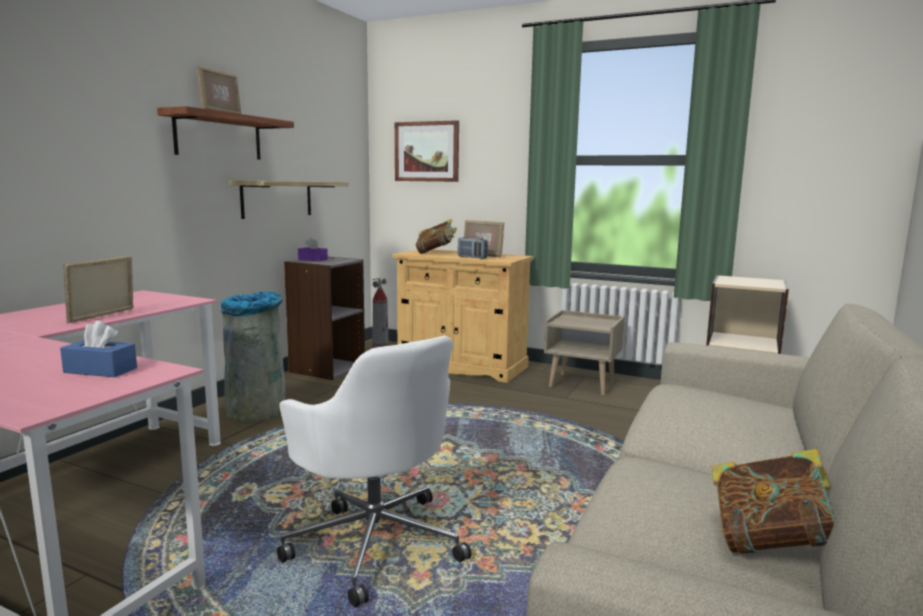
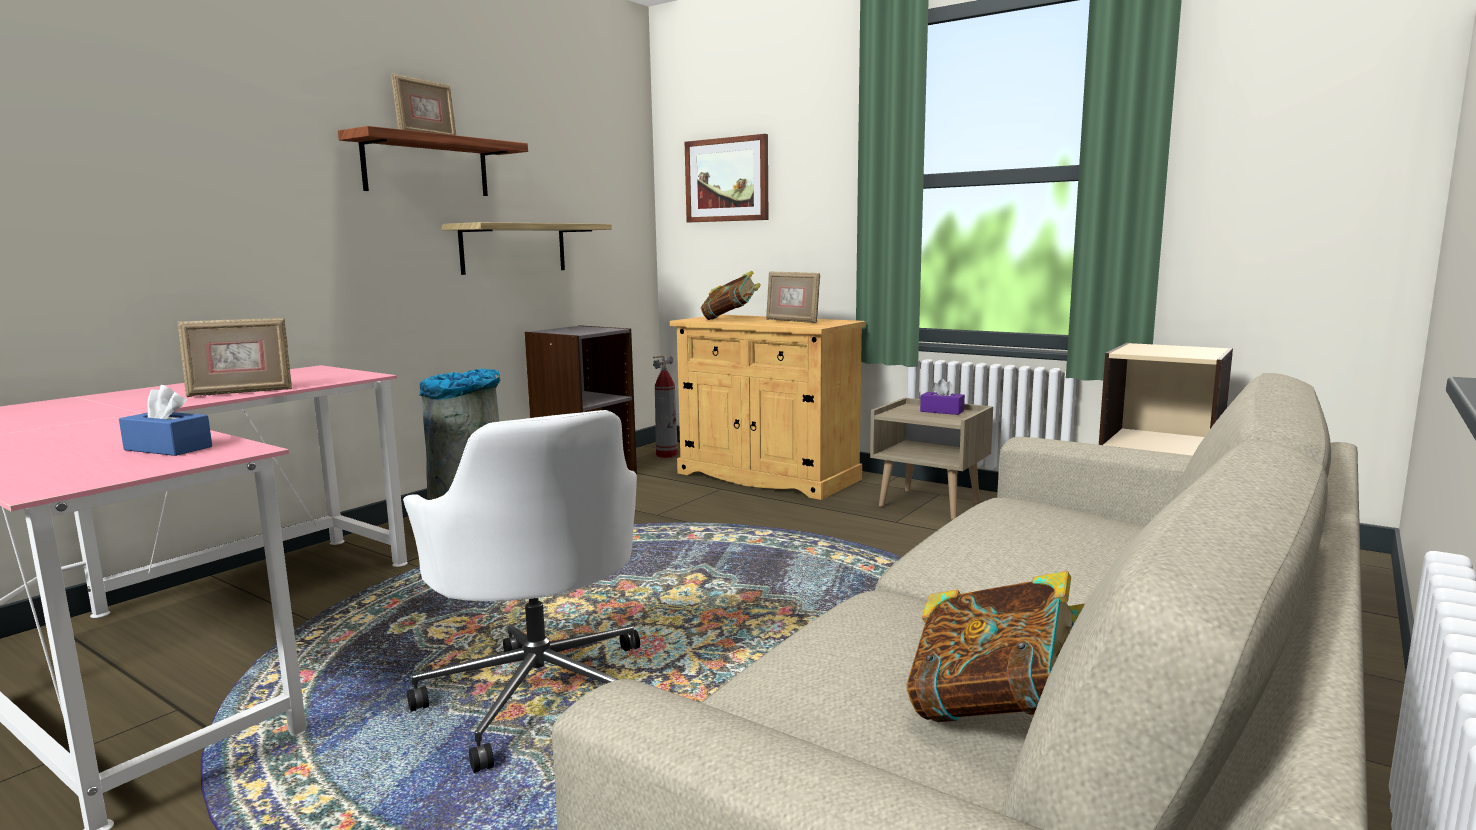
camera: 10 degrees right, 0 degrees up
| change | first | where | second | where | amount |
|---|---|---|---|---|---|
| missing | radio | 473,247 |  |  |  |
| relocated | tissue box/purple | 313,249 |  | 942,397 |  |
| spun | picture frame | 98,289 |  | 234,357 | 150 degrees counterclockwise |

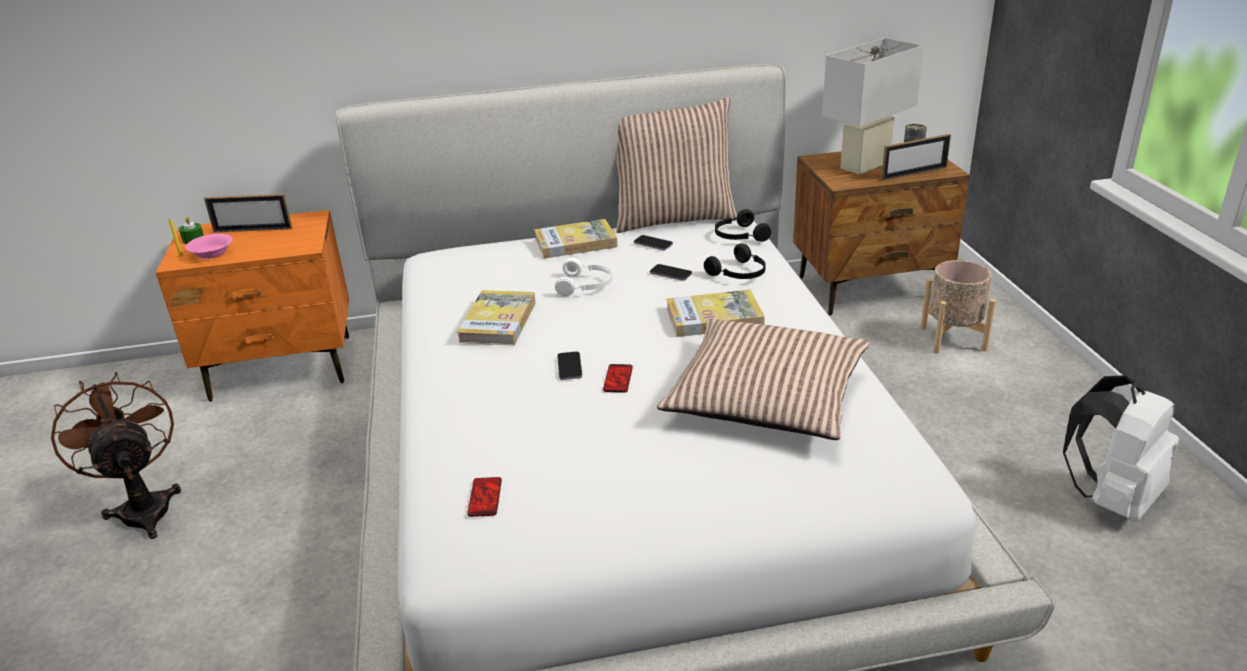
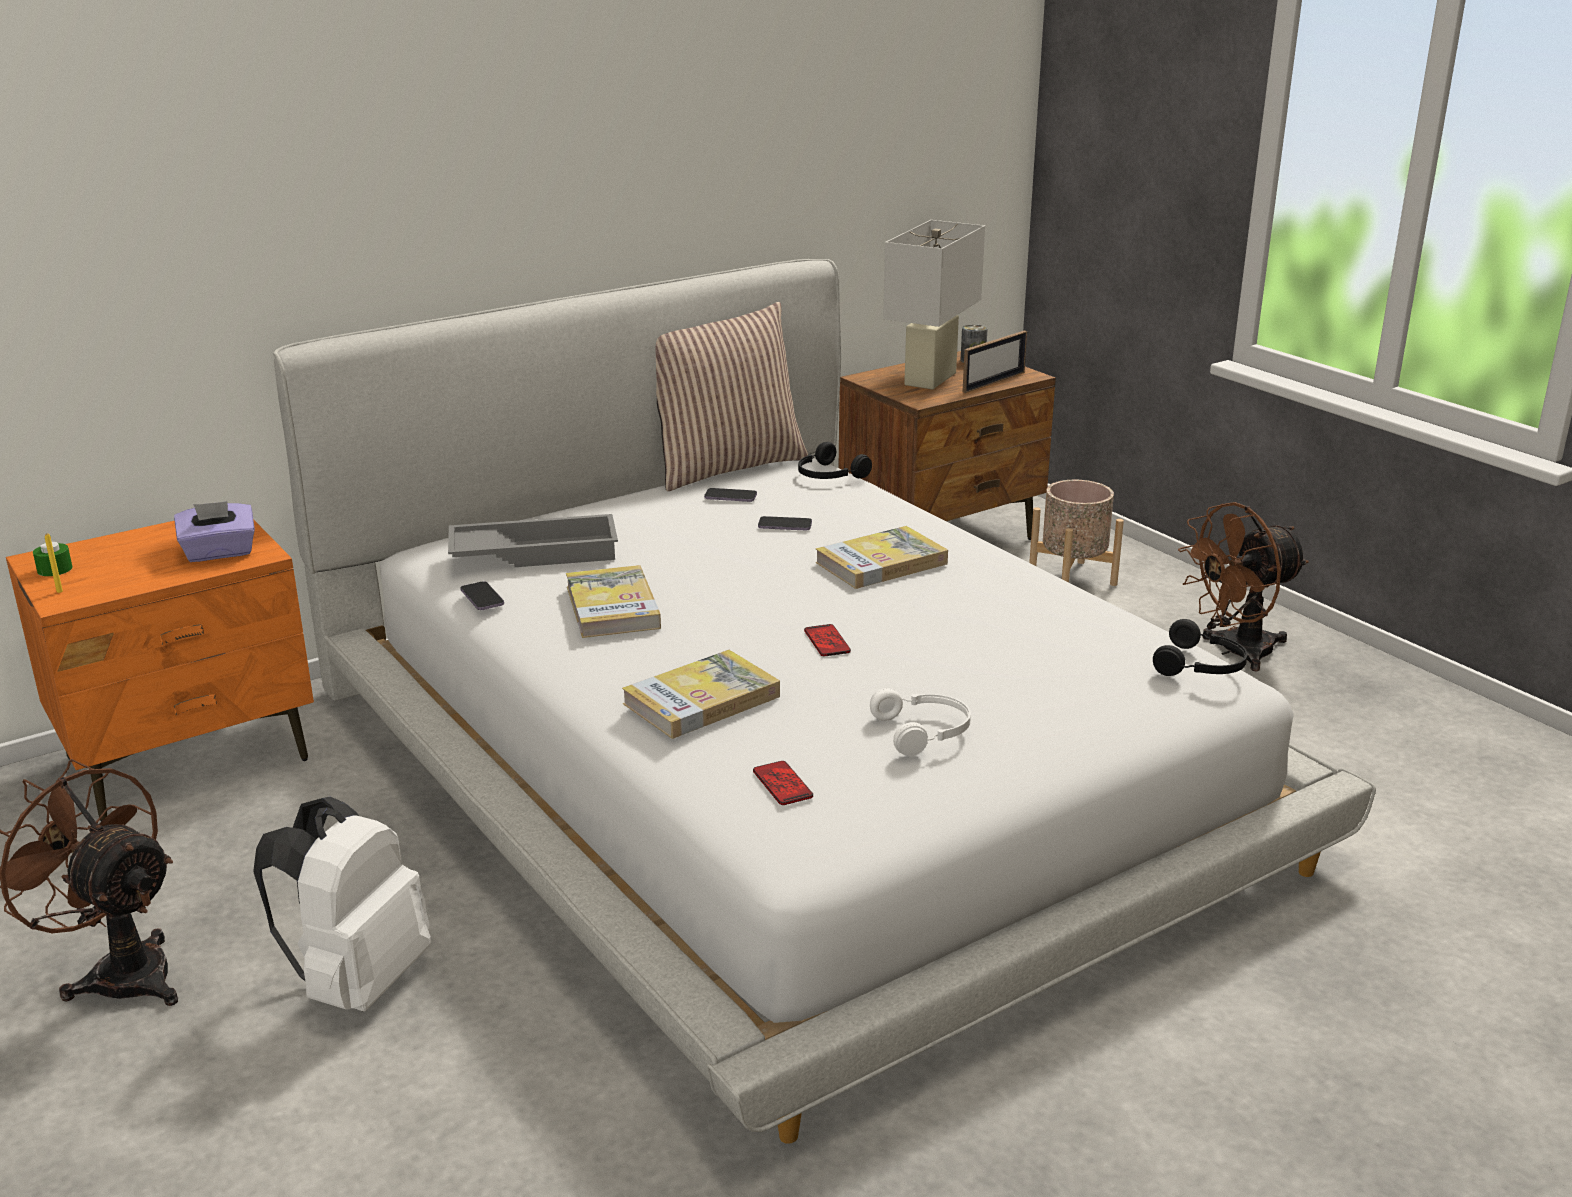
camera: 25 degrees left, 5 degrees down
| change | first | where | second | where | amount |
|---|---|---|---|---|---|
| missing | picture frame | 248,213 |  |  |  |
| relocated | book | 576,239 |  | 701,694 |  |
| missing | bowl/pink | 209,246 |  |  |  |
| relocated | headphones/black | 735,261 |  | 1200,647 |  |
| relocated | headphones/white | 584,277 |  | 920,722 |  |
| missing | pillow | 763,379 |  |  |  |
| relocated | phone | 569,366 |  | 482,595 |  |
| relocated | backpack/white | 1121,448 |  | 342,904 |  |
| appeared |  |  | tissue box/purple | 214,531 |  |
| appeared |  |  | fan/brown | 1243,586 |  |
| appeared |  |  | tray/grey | 533,540 |  |

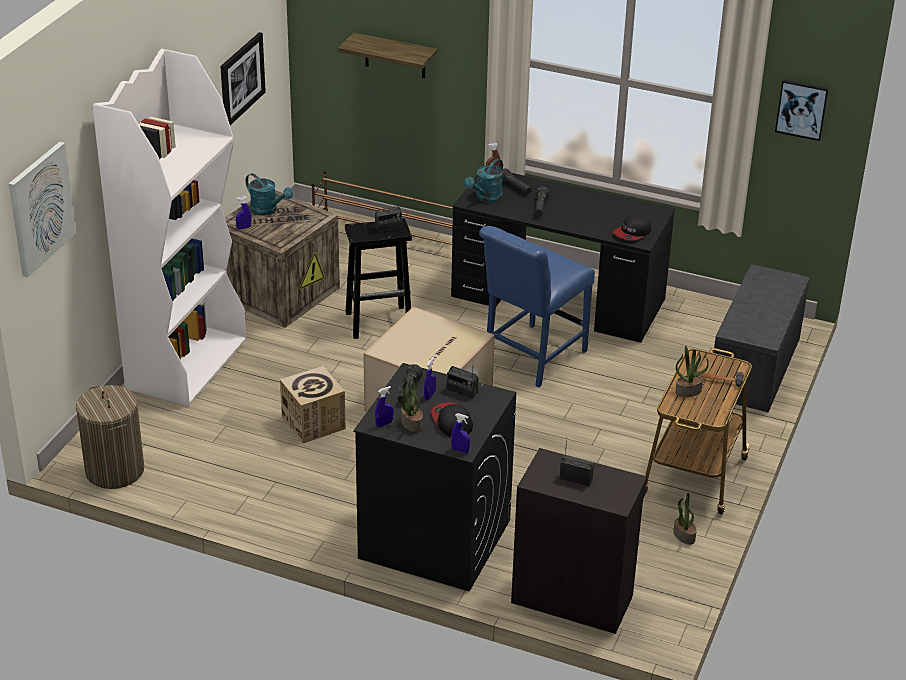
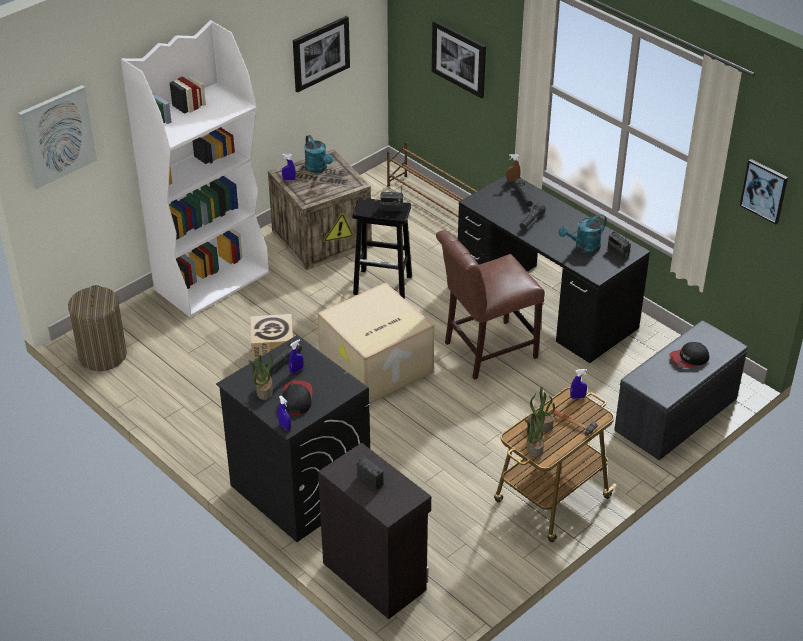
camera: 25 degrees right, 5 degrees up
| change | first | where | second | where | amount |
|---|---|---|---|---|---|
| exchanged | shelf | 387,55 | picture | 459,59 |  |
| relocated | watering can/turquoise | 483,181 |  | 583,233 |  |
| relocated | cap | 632,228 |  | 689,355 |  |
| colour | chair/blue | 537,307 | chair/brown | 490,305 |  |
| relocated | radio | 463,382 |  | 619,245 |  |
| relocated | spray bottle/blue | 384,406 |  | 578,384 |  |
| relocated | potted plant | 685,519 |  | 534,434 |  |

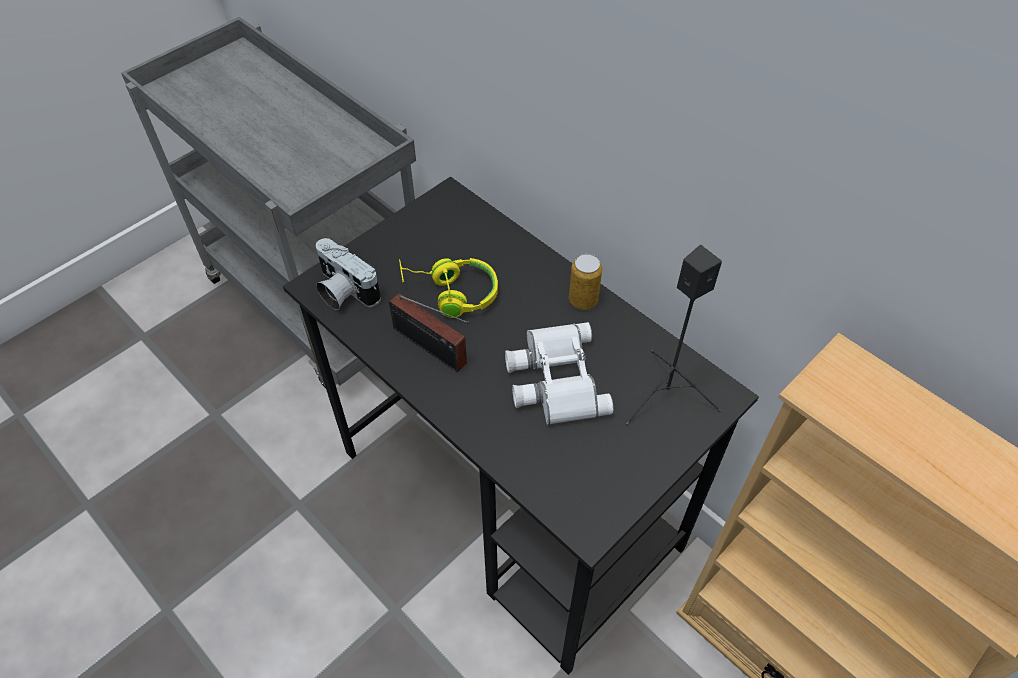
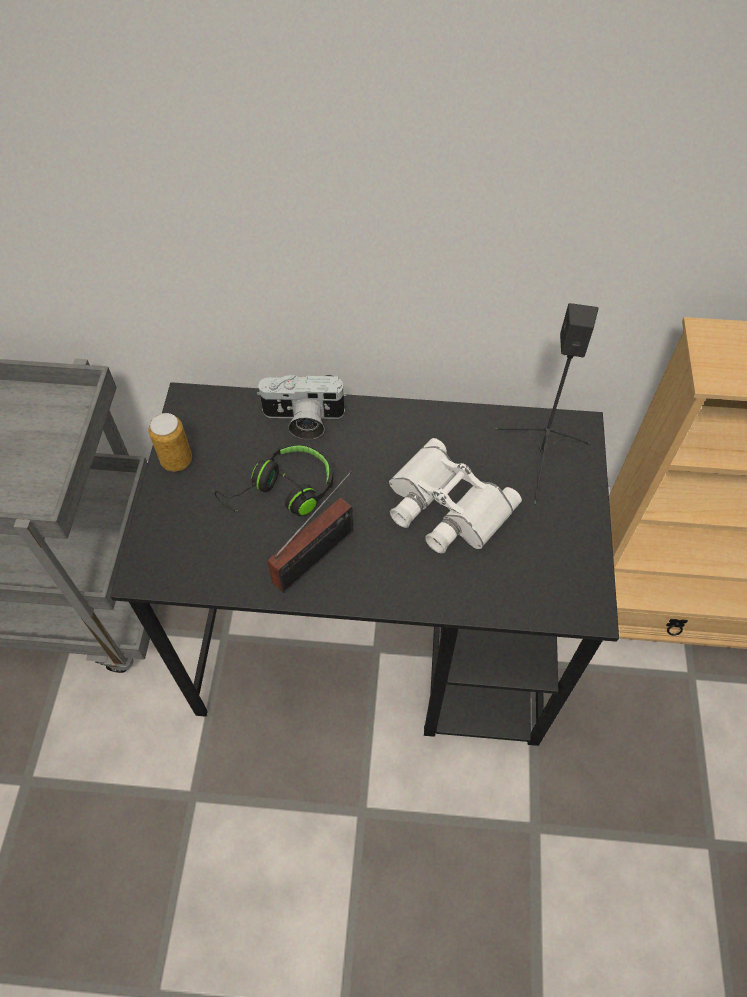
camera: 40 degrees left, 5 degrees up
| change | first | where | second | where | amount |
|---|---|---|---|---|---|
| relocated | photo camera | 348,274 |  | 302,407 |  |
| relocated | can | 585,282 |  | 170,442 |  |
| colour | headphones/yellow | 448,288 | headphones/black | 274,479 |  |
| spun | radio | 429,332 |  | 310,532 | 45 degrees counterclockwise |

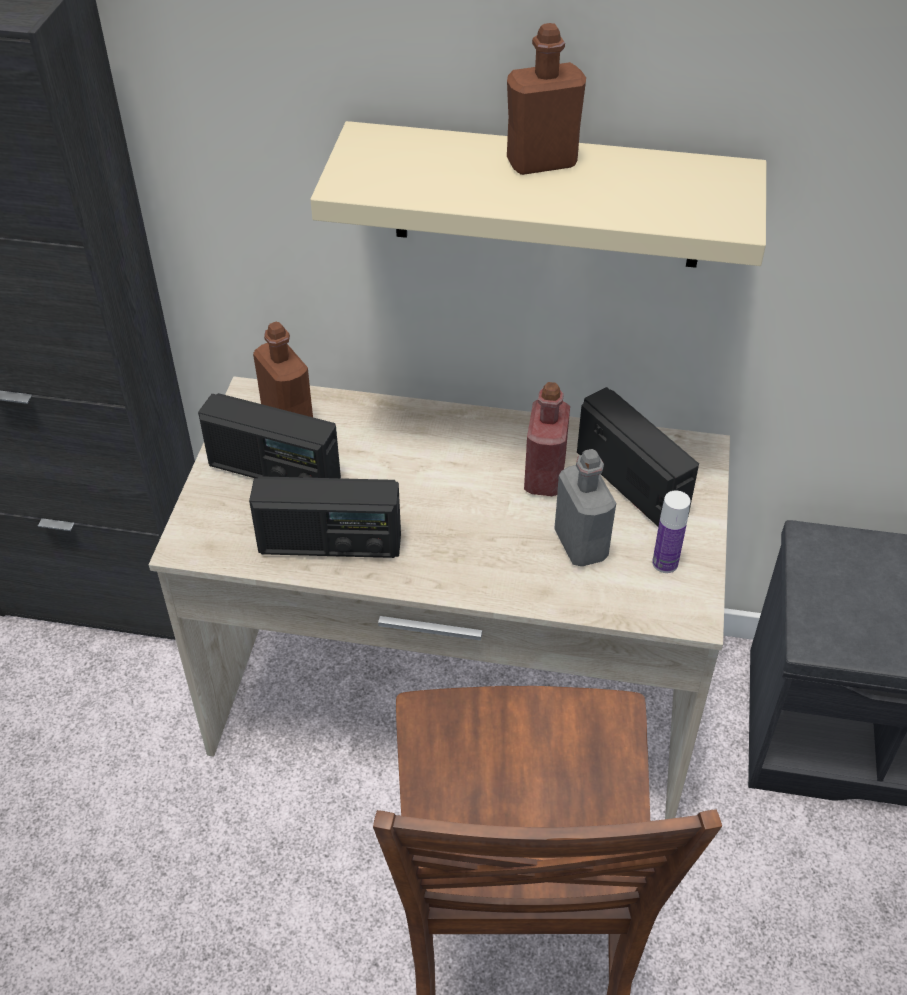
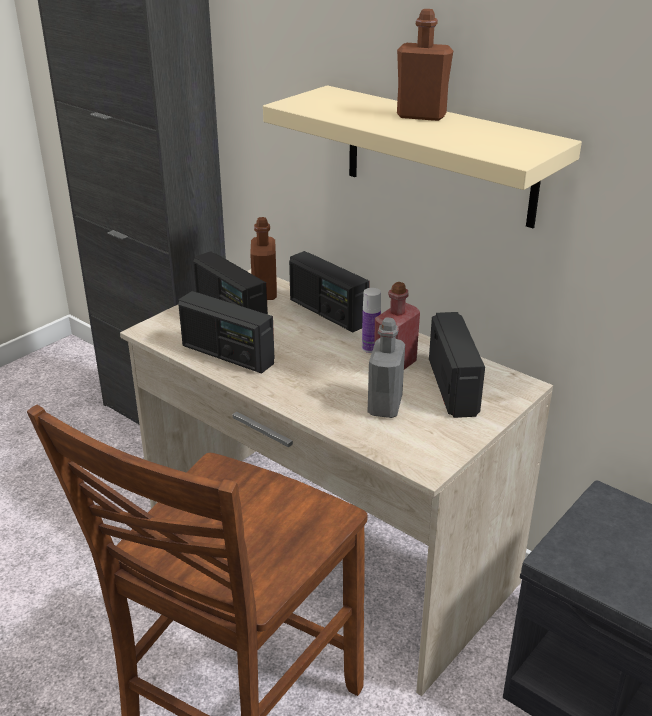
camera: 30 degrees right, 15 degrees down
| change | first | where | second | where | amount |
|---|---|---|---|---|---|
| relocated | bottle | 671,532 |  | 371,320 |  |
| appeared |  |  | radio | 329,291 |  |

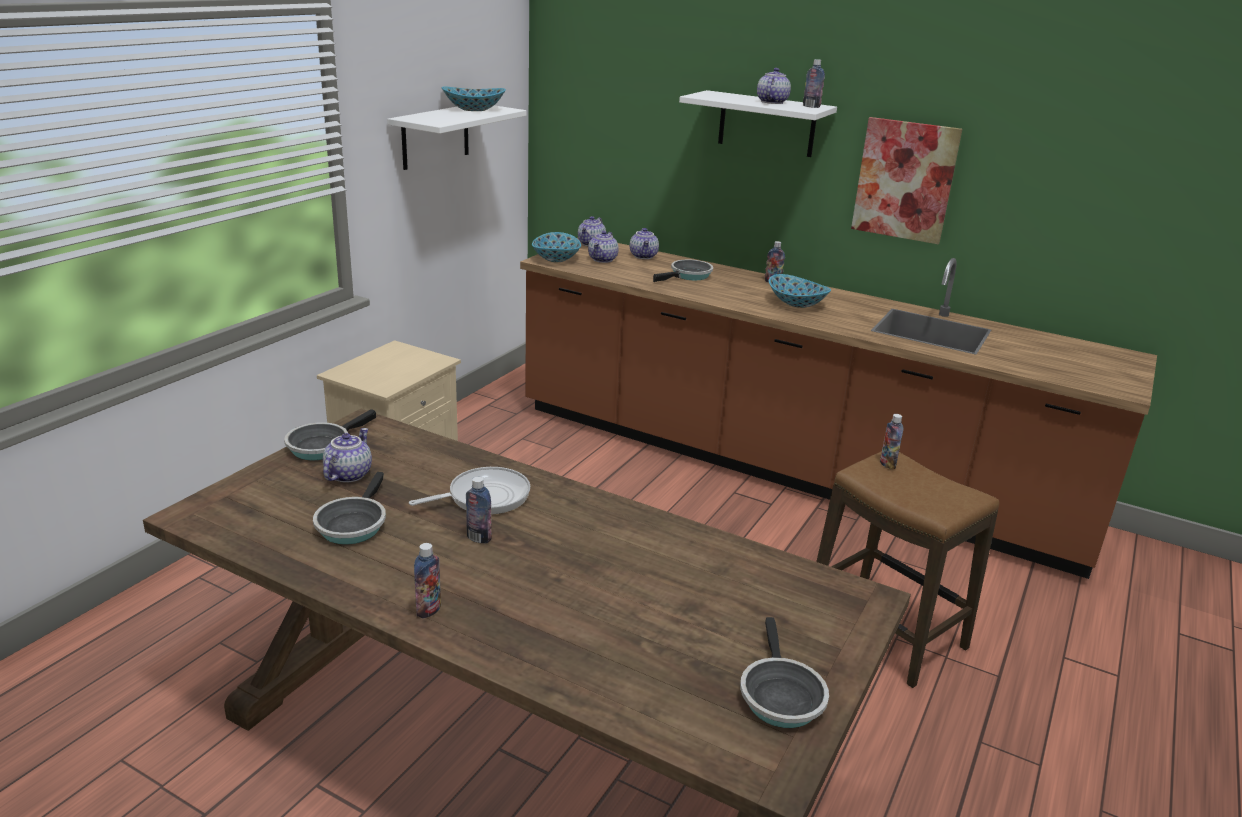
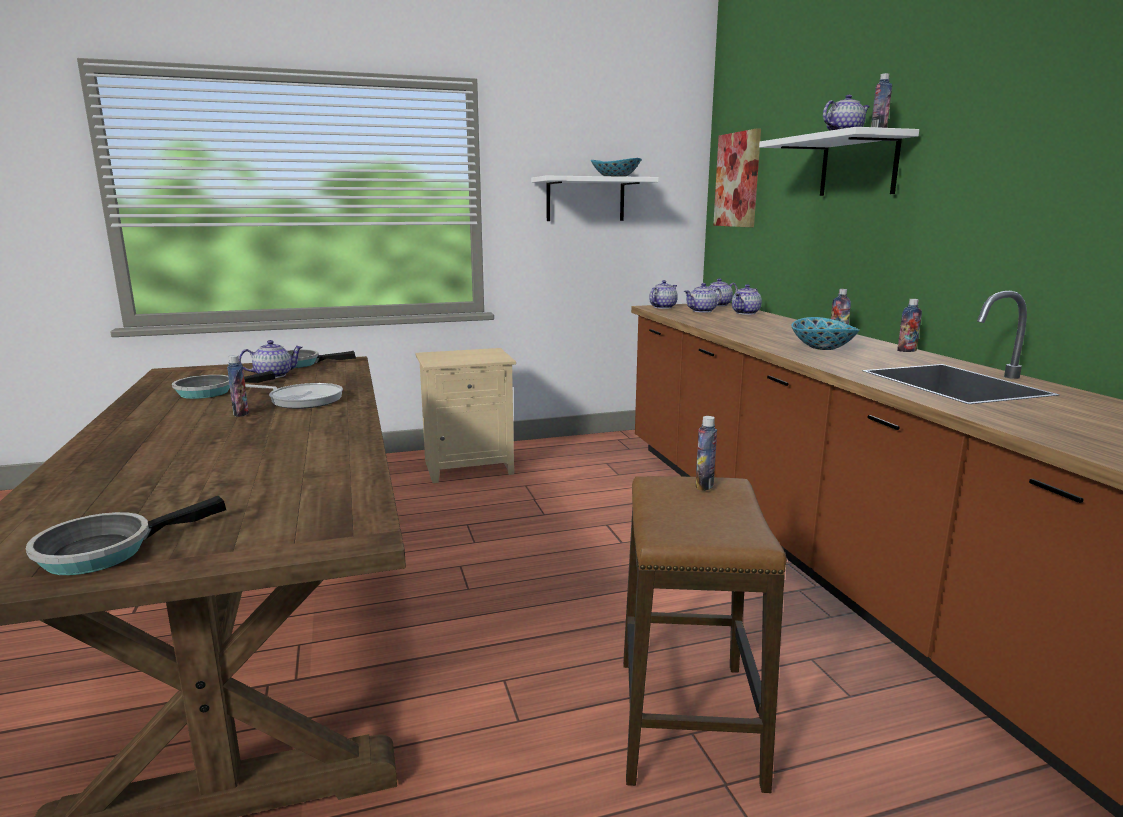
camera: 45 degrees right, 10 degrees down
| change | first | where | second | where | amount |
|---|---|---|---|---|---|
| relocated | picture | 906,180 |  | 737,177 |  |
| exchanged | bowl | 556,247 | teapot | 663,294 |  |
| missing | frying pan | 683,271 |  |  |  |
| relocated | bottle | 427,581 |  | 909,325 |  |

